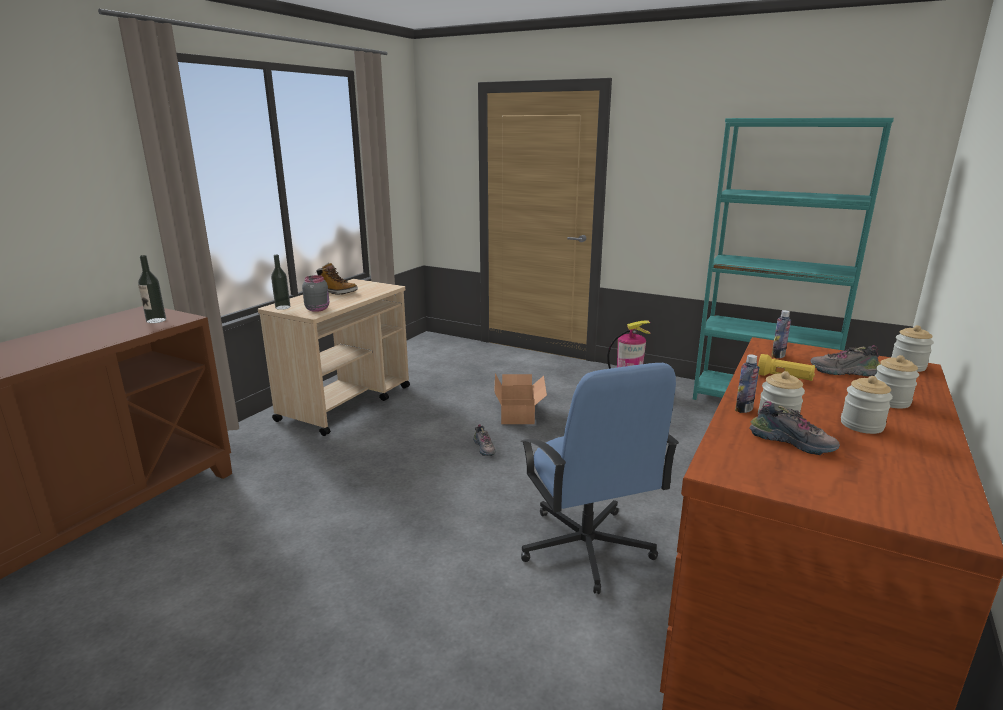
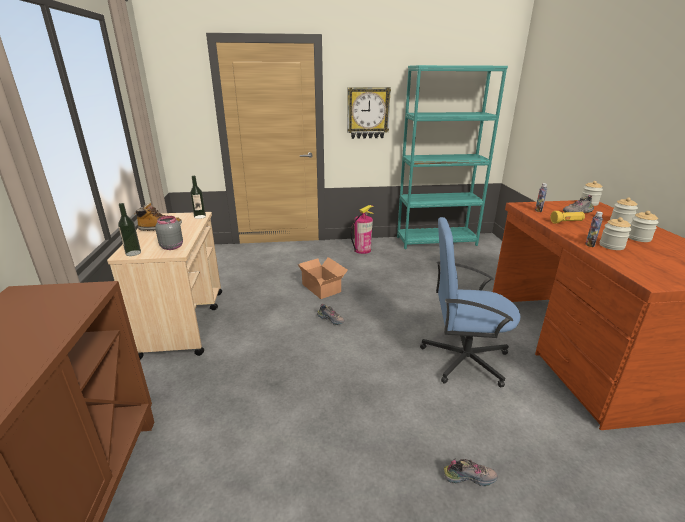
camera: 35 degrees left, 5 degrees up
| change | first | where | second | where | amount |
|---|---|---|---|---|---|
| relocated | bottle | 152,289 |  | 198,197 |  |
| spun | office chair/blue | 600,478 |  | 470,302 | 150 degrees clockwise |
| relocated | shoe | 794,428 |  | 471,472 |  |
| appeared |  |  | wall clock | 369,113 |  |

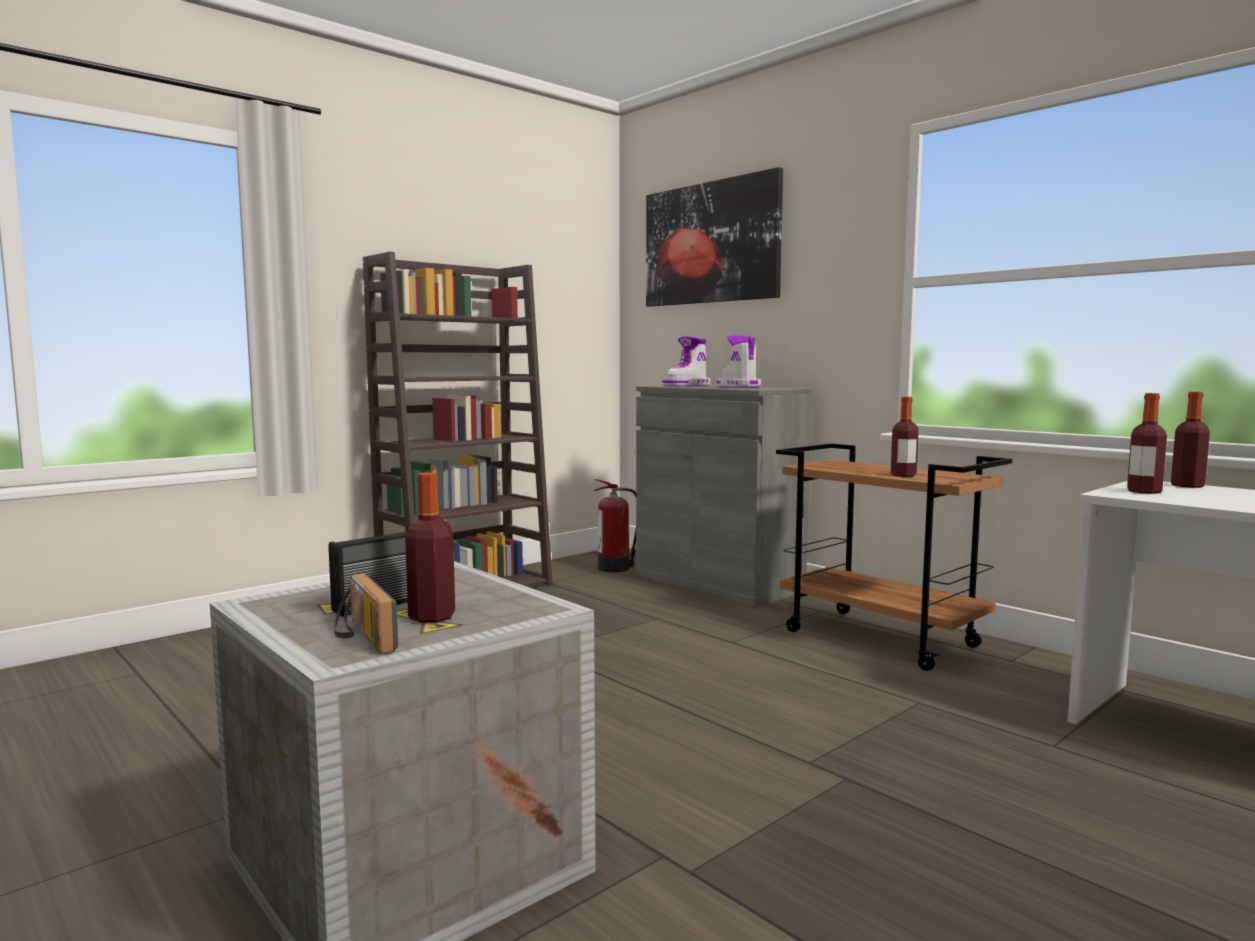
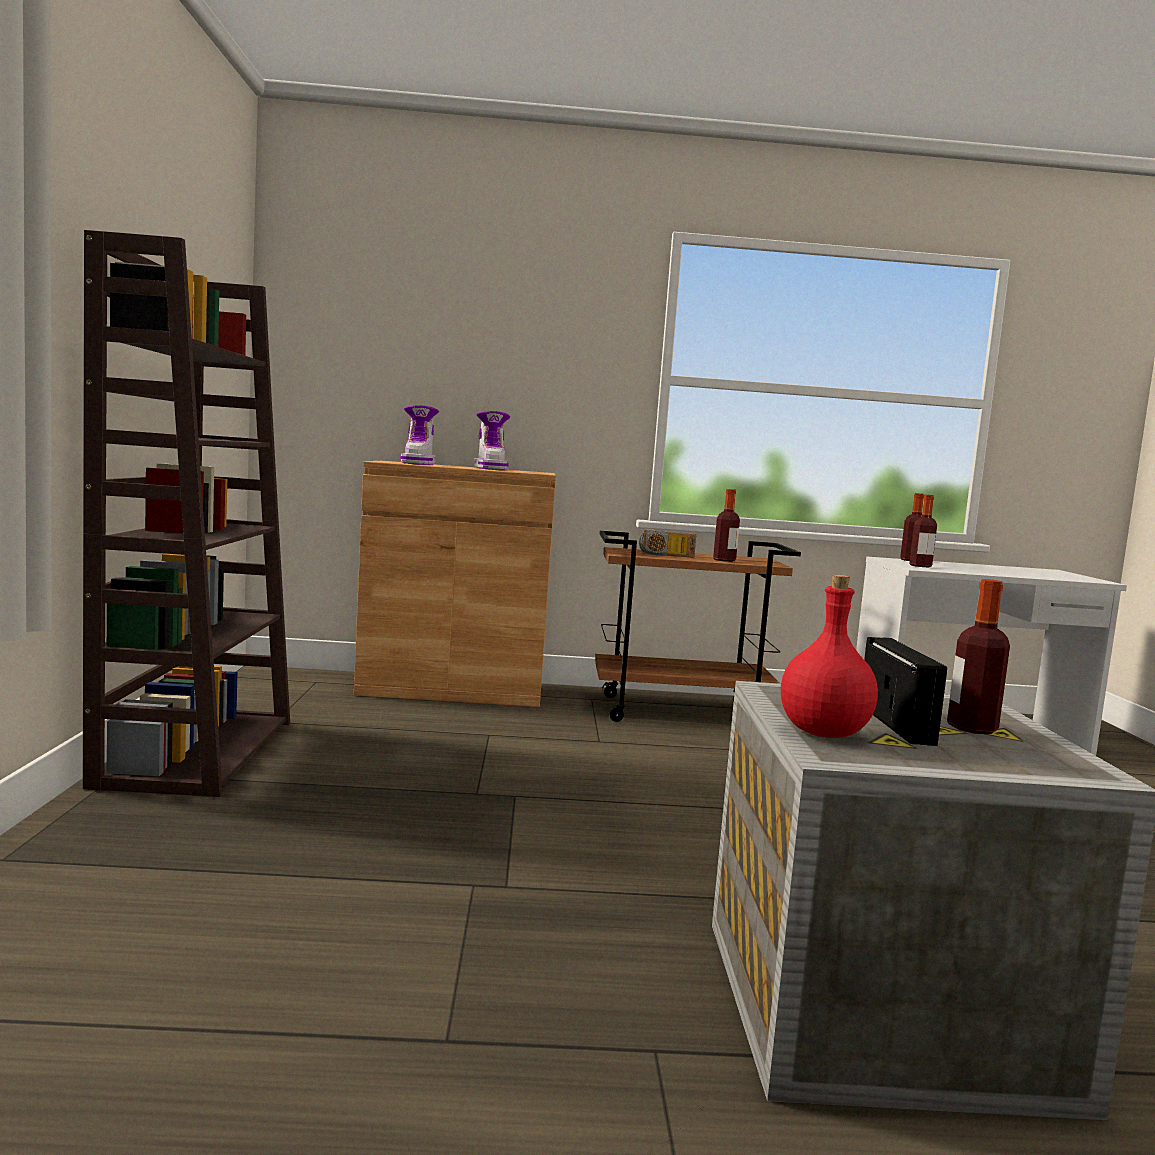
camera: 50 degrees left, 0 degrees up
| change | first | where | second | where | amount |
|---|---|---|---|---|---|
| missing | picture | 714,237 |  |  |  |
| spun | boot | 739,361 |  | 492,440 | 120 degrees counterclockwise |
| colour | cabinet/grey | 724,496 | cabinet/brown | 455,584 |  |
| missing | fire extinguisher | 615,525 |  |  |  |
| relocated | radio | 366,613 |  | 667,544 |  |
| appeared |  |  | bottle/red | 829,656 |  |

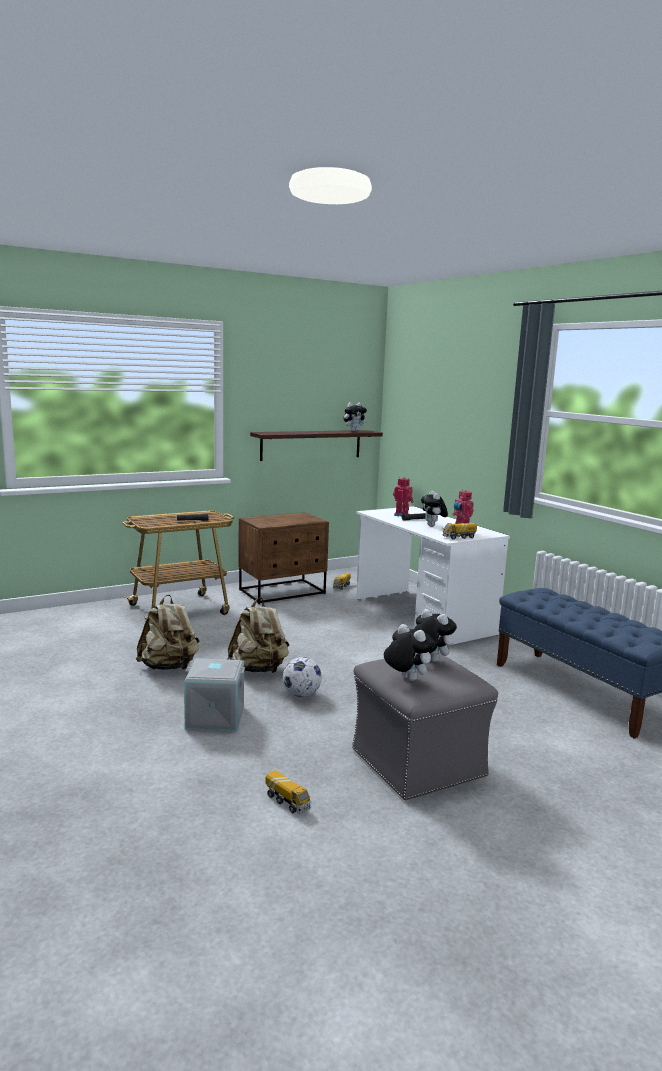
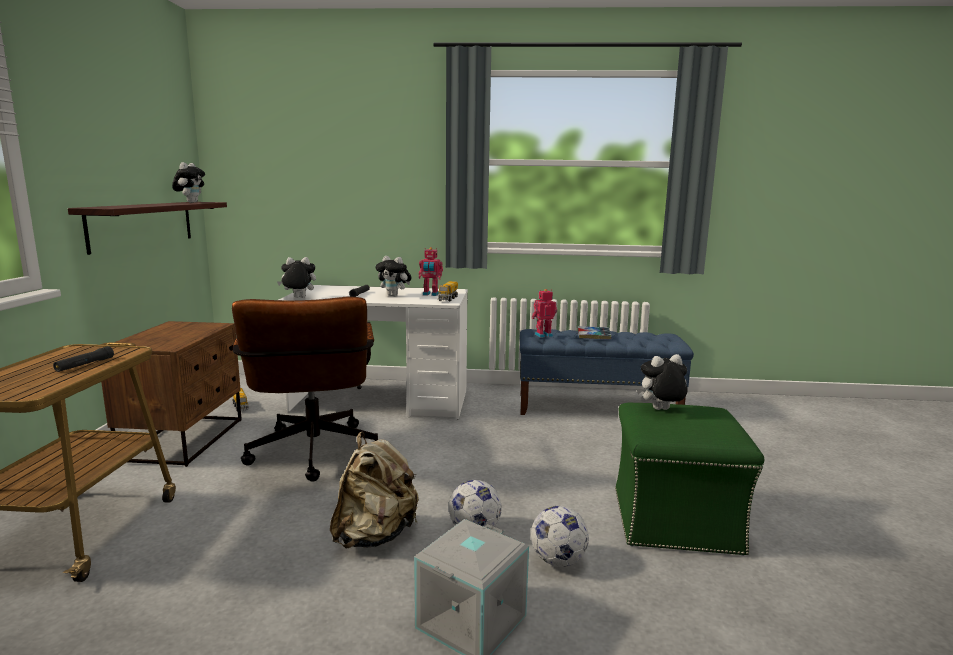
camera: 55 degrees left, 0 degrees up
| change | first | where | second | where | amount |
|---|---|---|---|---|---|
| relocated | toy robot | 403,497 |  | 544,313 |  |
| missing | backpack/beige | 167,632 |  |  |  |
| relocated | plush toy | 409,652 |  | 296,277 |  |
| colour | ottoman/grey | 425,726 | ottoman/green | 689,479 |  |
| missing | toy truck | 288,792 |  |  |  |
| appeared |  |  | office chair/brown | 305,389 |  |
| appeared |  |  | book | 595,332 |  |
| appeared |  |  | football | 560,536 |  |

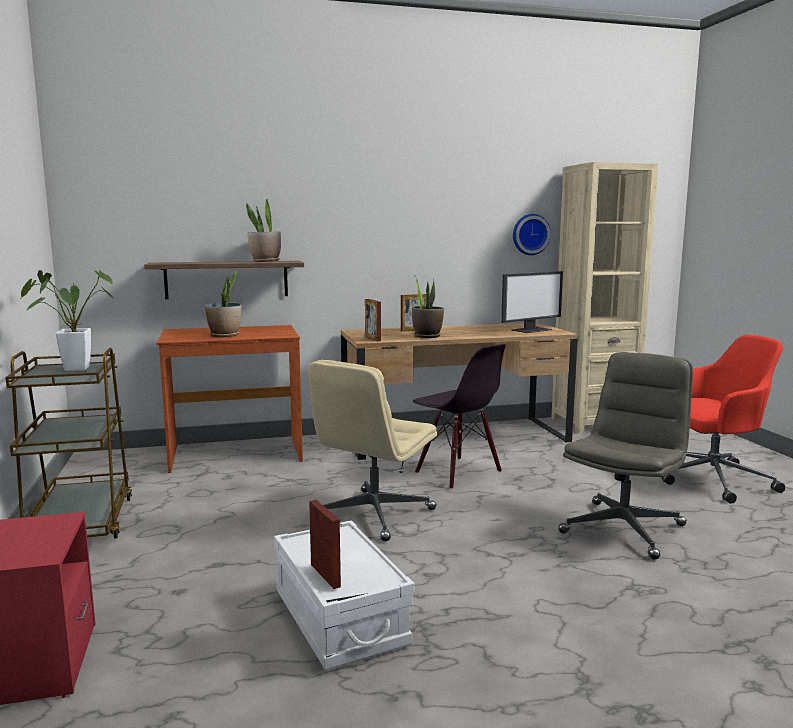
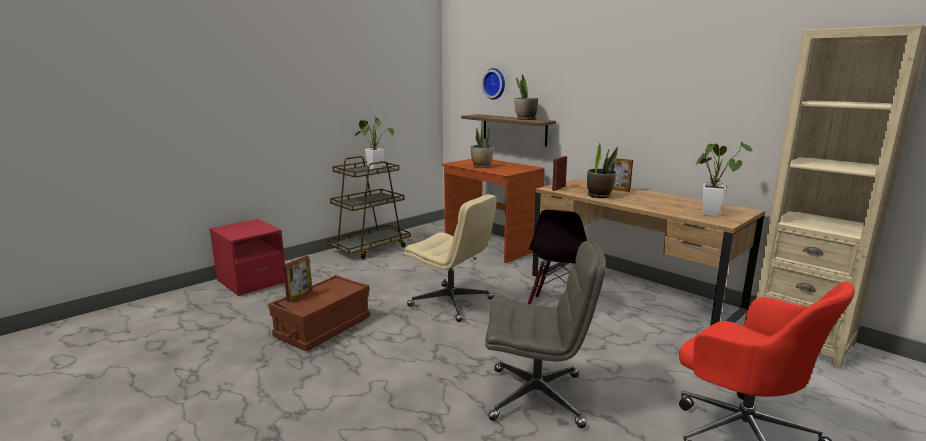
camera: 60 degrees right, 5 degrees up
| change | first | where | second | where | amount |
|---|---|---|---|---|---|
| relocated | wall clock | 532,234 |  | 493,84 |  |
| exchanged | monitor | 532,302 | potted plant | 724,179 |  |
| spun | office chair/beige | 372,450 |  | 450,258 | 150 degrees counterclockwise |
| colour | storage box/white | 344,595 | storage box/brown | 319,313 |  |

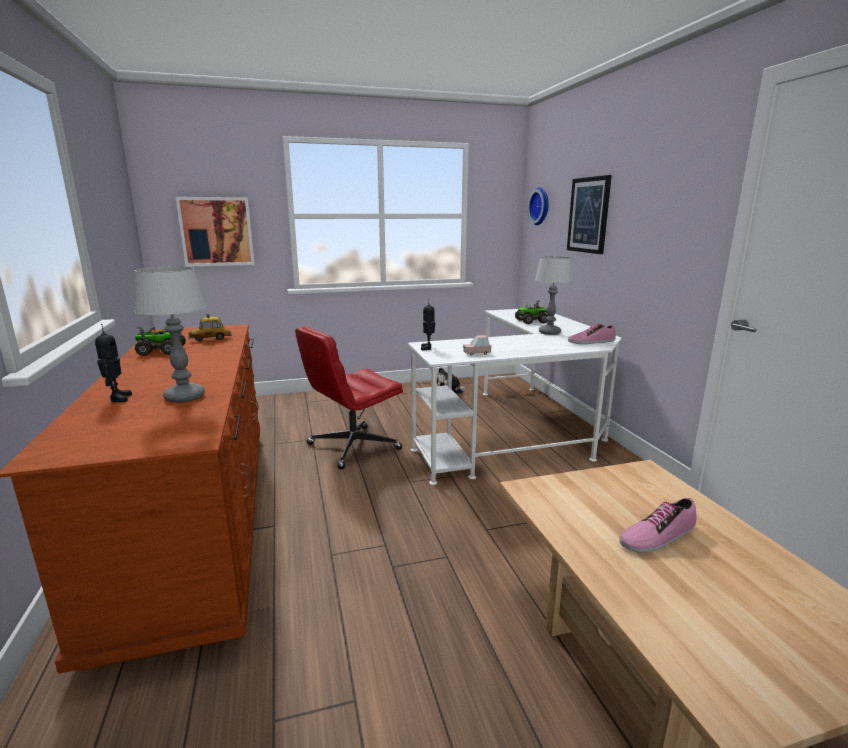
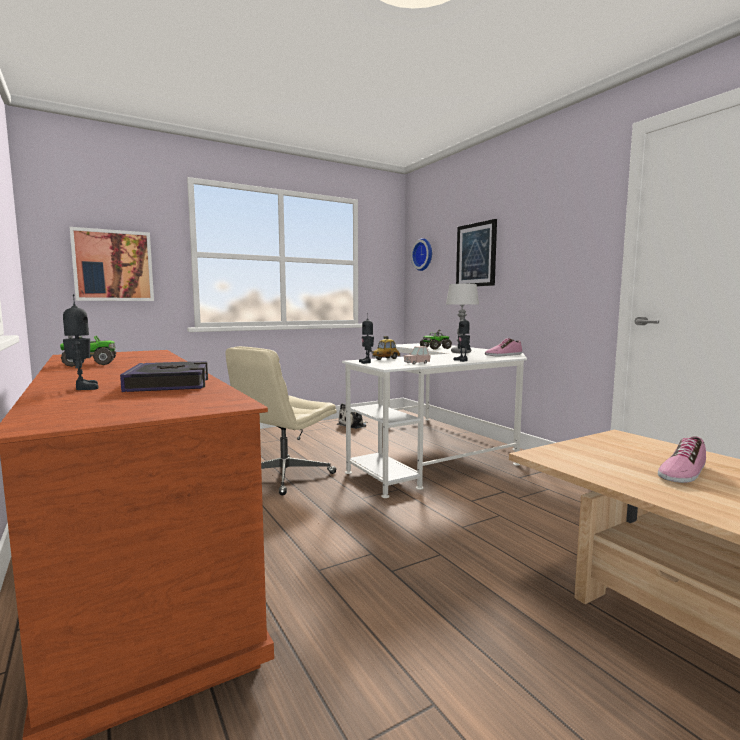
camera: 15 degrees left, 10 degrees down
| change | first | where | second | where | amount |
|---|---|---|---|---|---|
| exchanged | table lamp | 170,334 | book | 164,376 |  |
| relocated | toy car | 210,327 |  | 386,348 |  |
| colour | office chair/red | 349,397 | office chair/beige | 281,421 |  |
| appeared |  |  | toy robot | 462,337 |  |

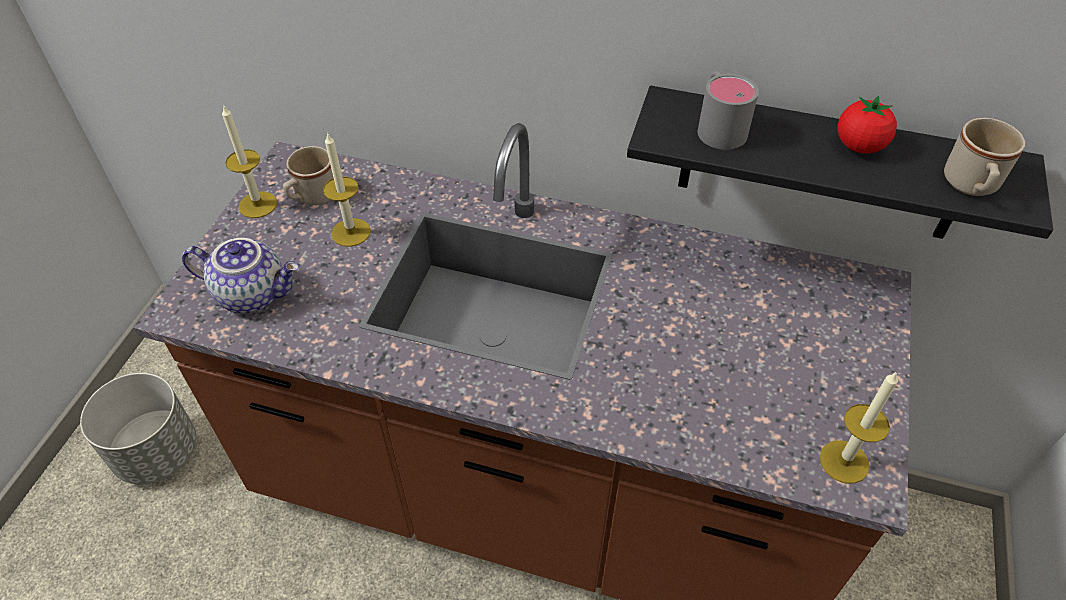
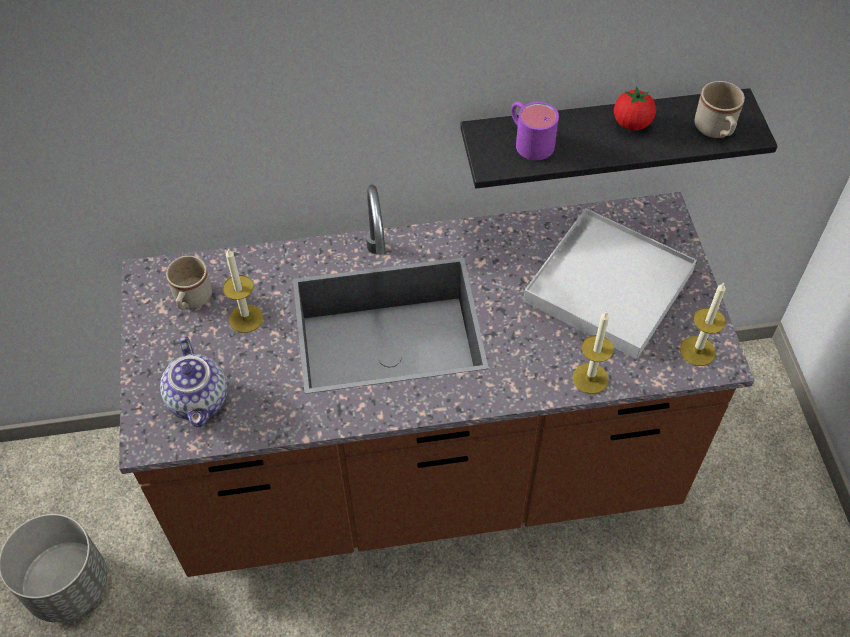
camera: 25 degrees left, 5 degrees up
| change | first | where | second | where | amount |
|---|---|---|---|---|---|
| colour | mug/grey | 728,110 | mug/purple | 535,130 |  |
| relocated | candle | 249,161 |  | 593,353 |  |
| spun | teapot | 240,275 |  | 194,381 | 90 degrees clockwise |
| appeared |  |  | tray/white | 610,283 |  |

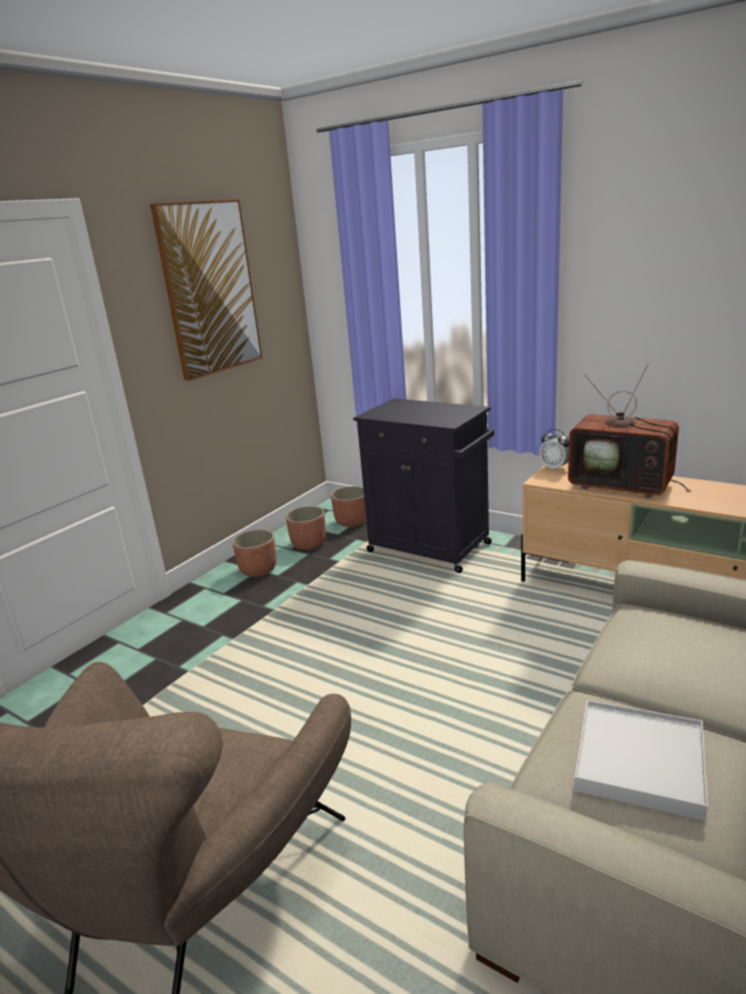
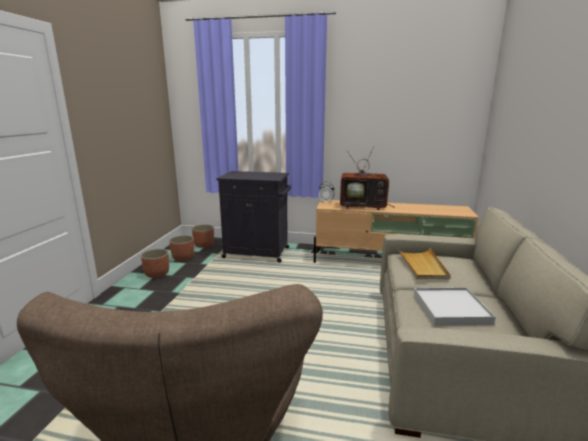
camera: 25 degrees left, 5 degrees down
| change | first | where | second | where | amount |
|---|---|---|---|---|---|
| missing | picture | 206,290 |  |  |  |
| appeared |  |  | tray/beige | 424,263 |  |

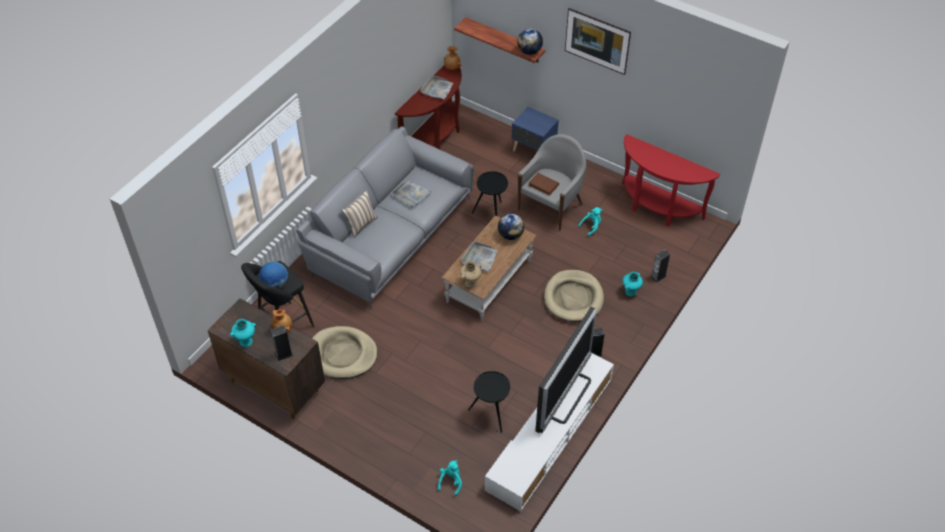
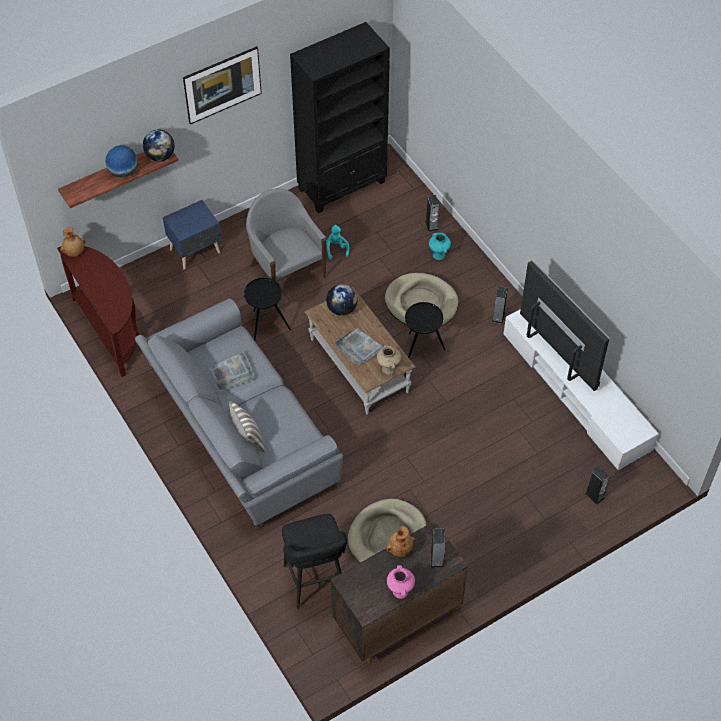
camera: 65 degrees left, 5 degrees up
| change | first | where | second | where | amount |
|---|---|---|---|---|---|
| missing | tray/grey | 436,87 |  |  |  |
| exchanged | console table/red | 671,180 | bookcase/black | 340,117 |  |
| missing | book/brown | 544,184 |  |  |  |
| relocated | globe | 273,275 |  | 121,161 |  |
| colour | vase/turquoise | 243,333 | vase/pink | 401,582 |  |
| relocated | side table/black | 489,402 |  | 425,330 |  |
| exchanged | plush toy/turquoise | 449,478 | speaker | 597,485 |  |

